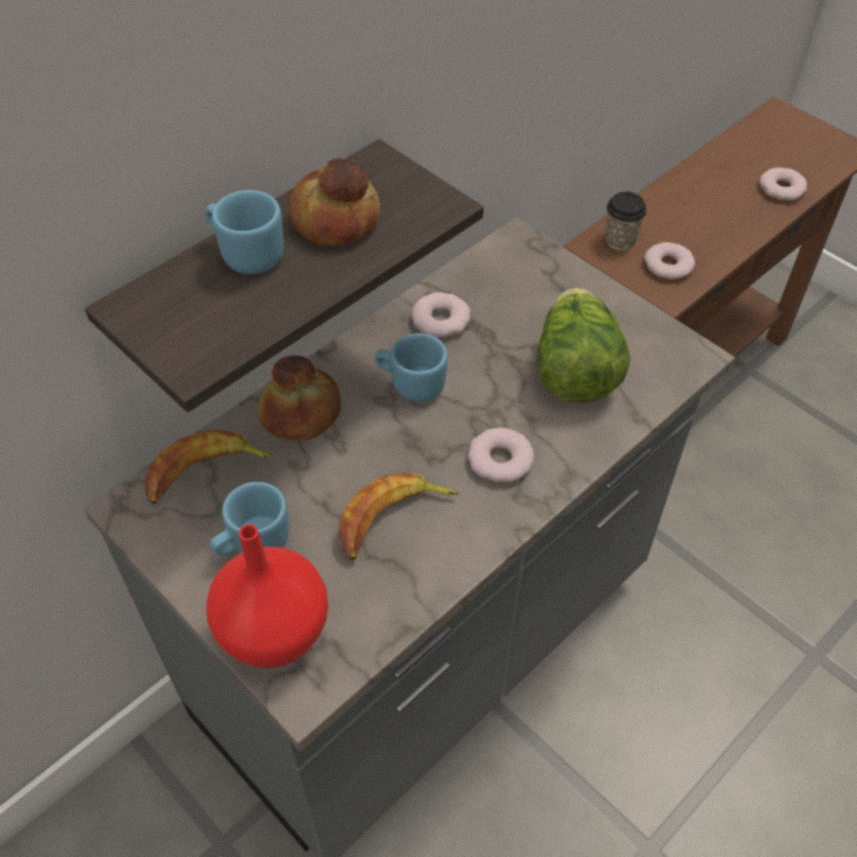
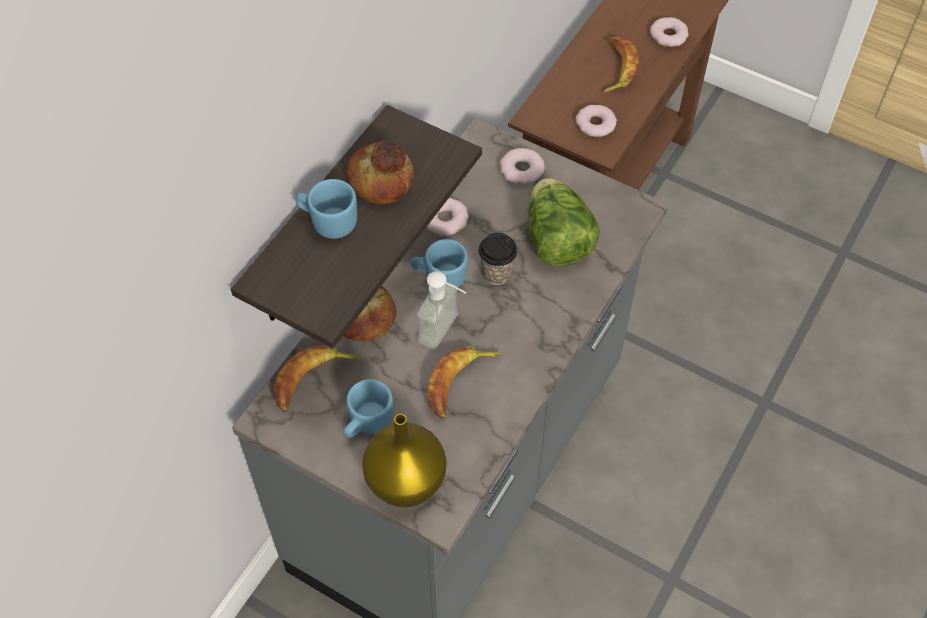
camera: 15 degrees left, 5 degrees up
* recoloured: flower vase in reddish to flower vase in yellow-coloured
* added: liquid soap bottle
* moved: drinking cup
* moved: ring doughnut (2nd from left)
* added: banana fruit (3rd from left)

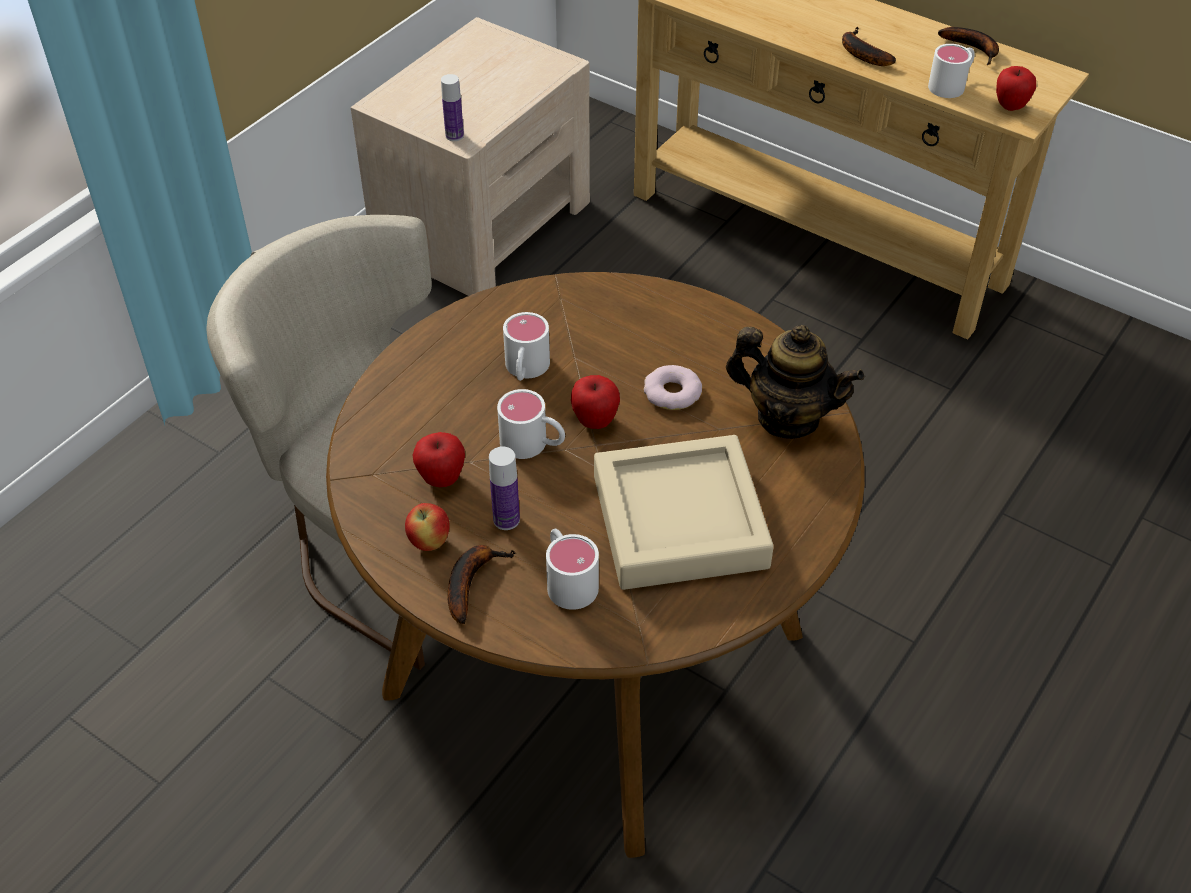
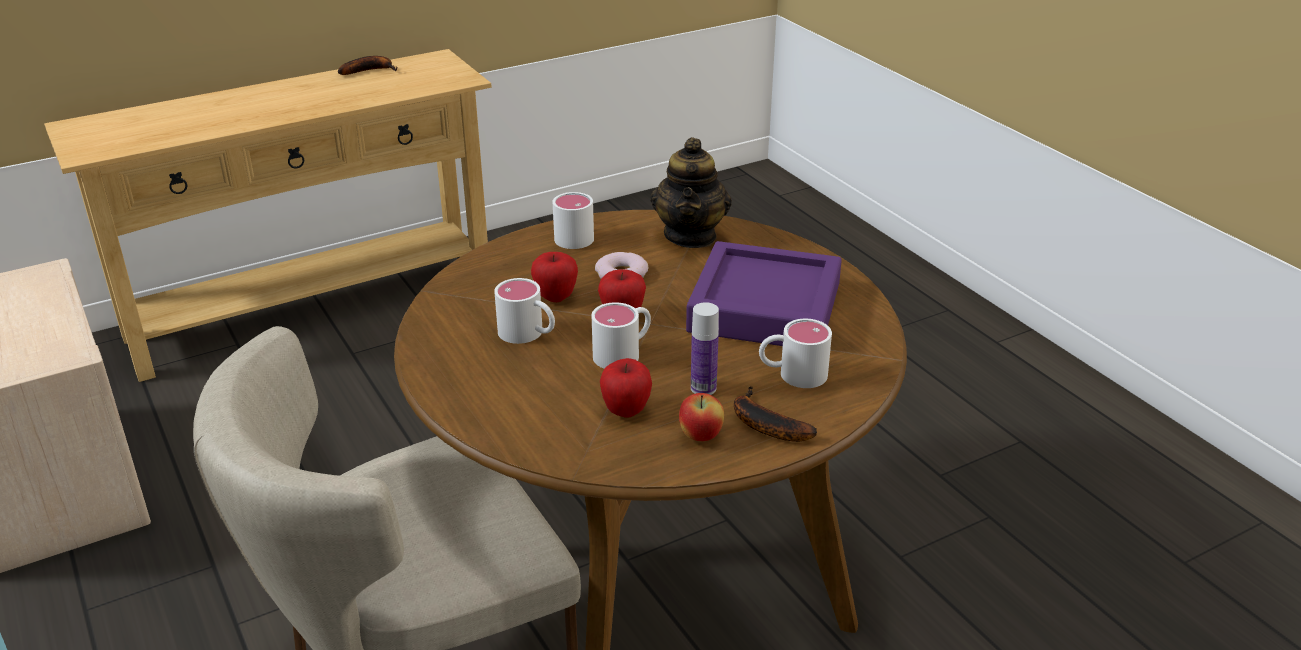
camera: 65 degrees left, 15 degrees down
* moved: whole apple (4th from left in the first image) to whole apple (1st from left)
* moved: mug in white (4th from left in the first image) to mug in white (2nd from left)
* turned: pot for tea 135 degrees clockwise
* recoloured: serving tray in sand-coloured to serving tray in purple
* removed: beverage bottle (1st from left)
* removed: banana fruit (2nd from left)

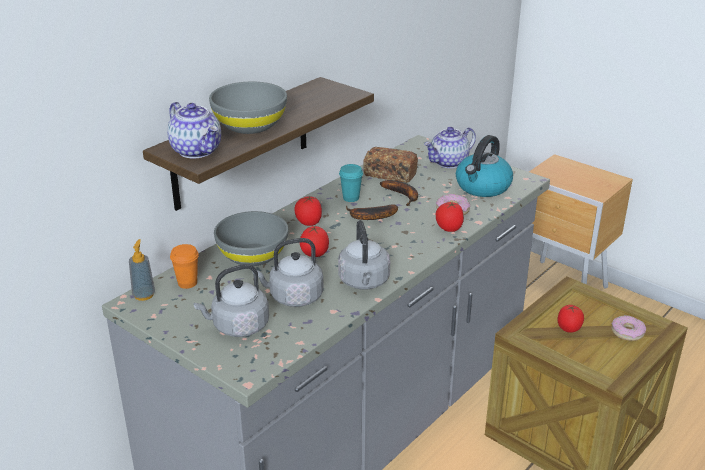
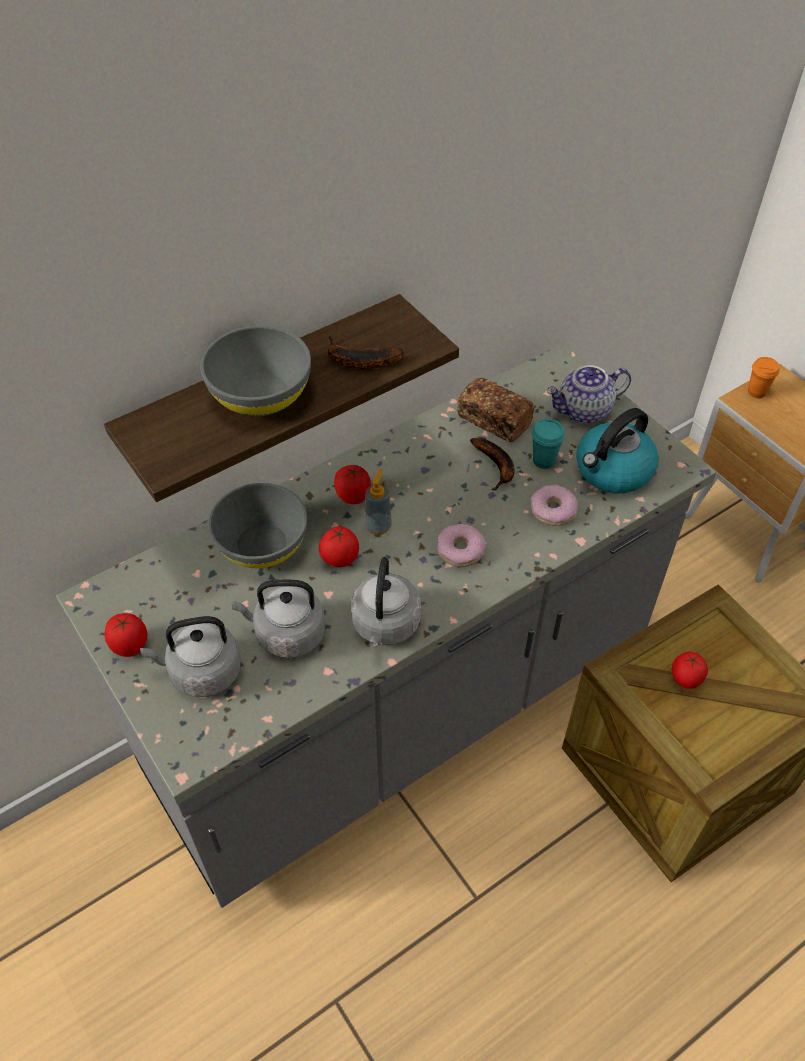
camera: 15 degrees right, 20 degrees up
* moved: fresh tomato (3rd from left in the first image) to fresh tomato (1st from left)
* moved: banana fruit (1st from left)
* moved: liquid soap bottle
* moved: ring doughnut (2nd from left in the first image) to ring doughnut (1st from left)
* moved: drinking cup in blue-green
* moved: drinking cup in orange-coloured
* removed: pot for tea (1st from left)

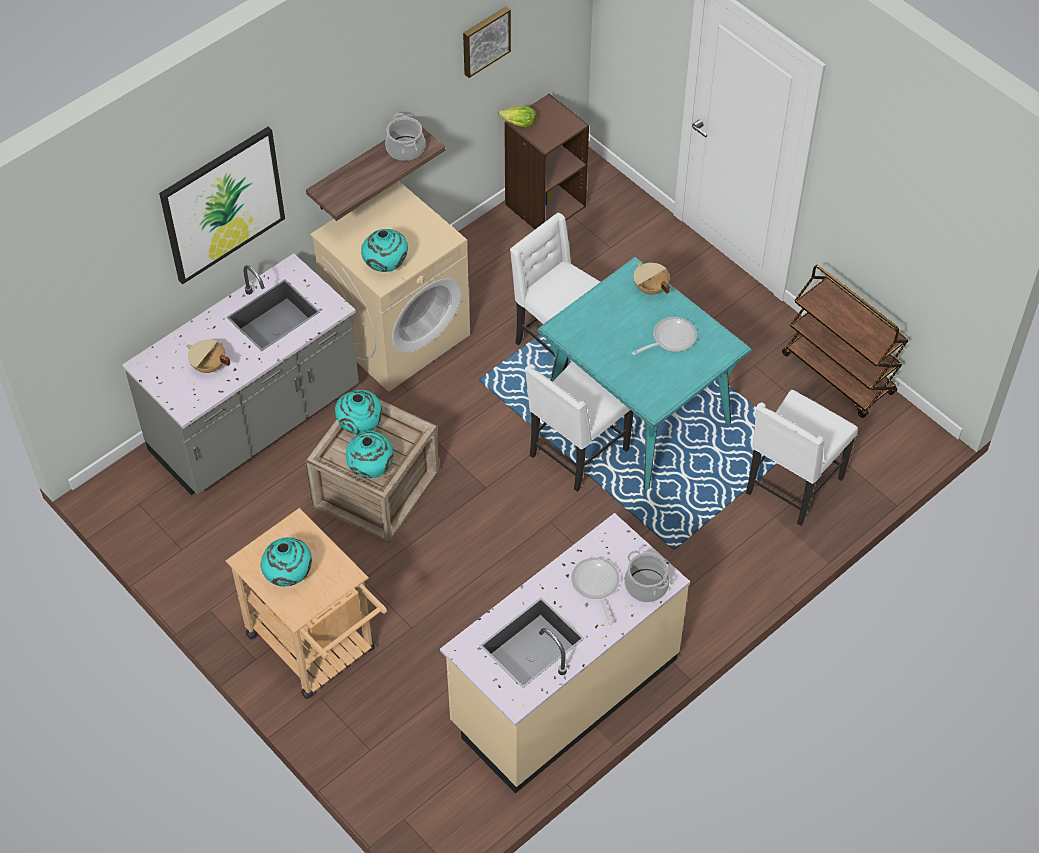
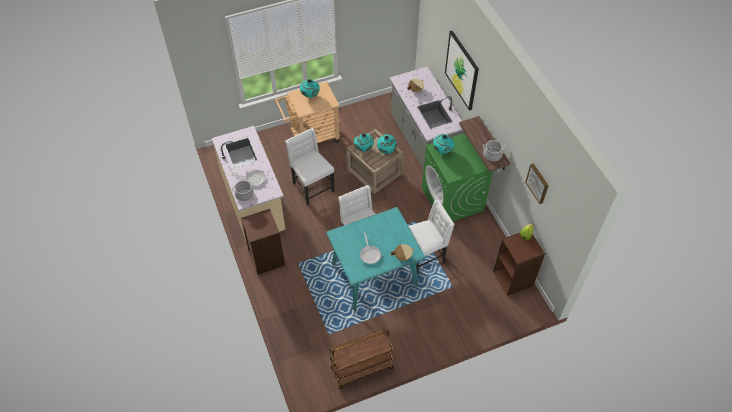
camera: 110 degrees right, 0 degrees up
* added: bookshelf in brown (1st from left)
* moved: chair in white (3rd from left in the first image) to chair in white (1st from left)
* recoloured: washing machine in sand-coloured to washing machine in greenish

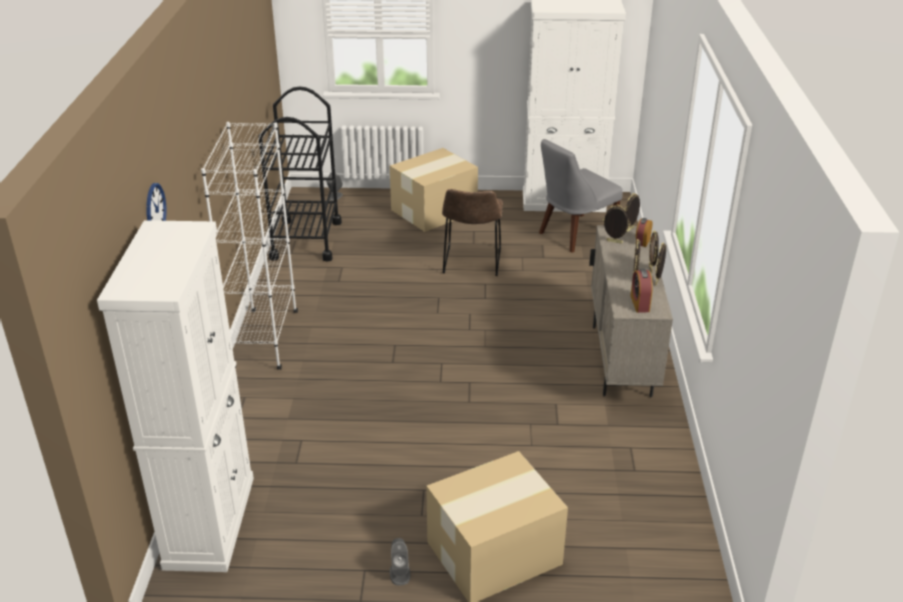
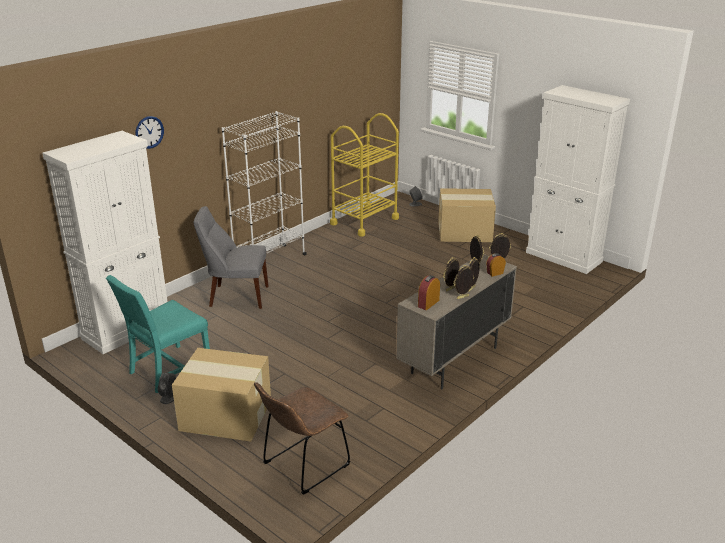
camera: 40 degrees right, 5 degrees down
* added: chair in blue-green
* moved: chair in grey
* moved: chair in brown
* recoloured: trolley in black-coloured to trolley in yellow-coloured

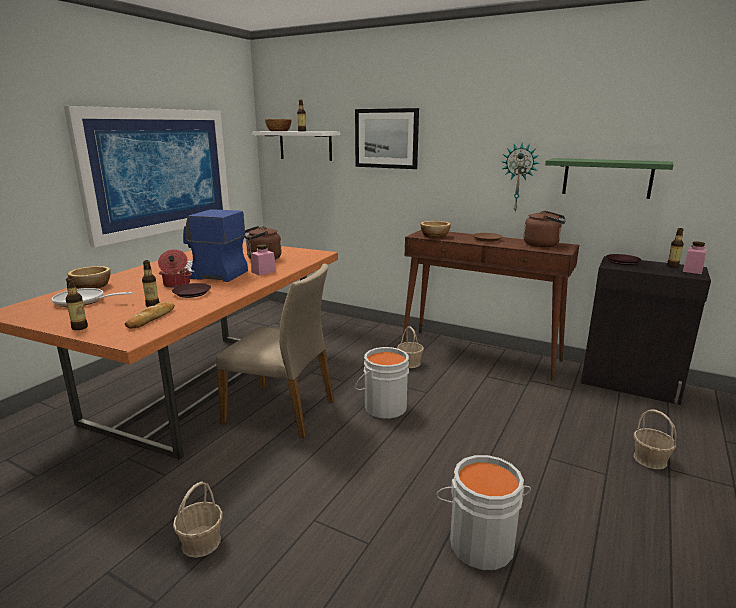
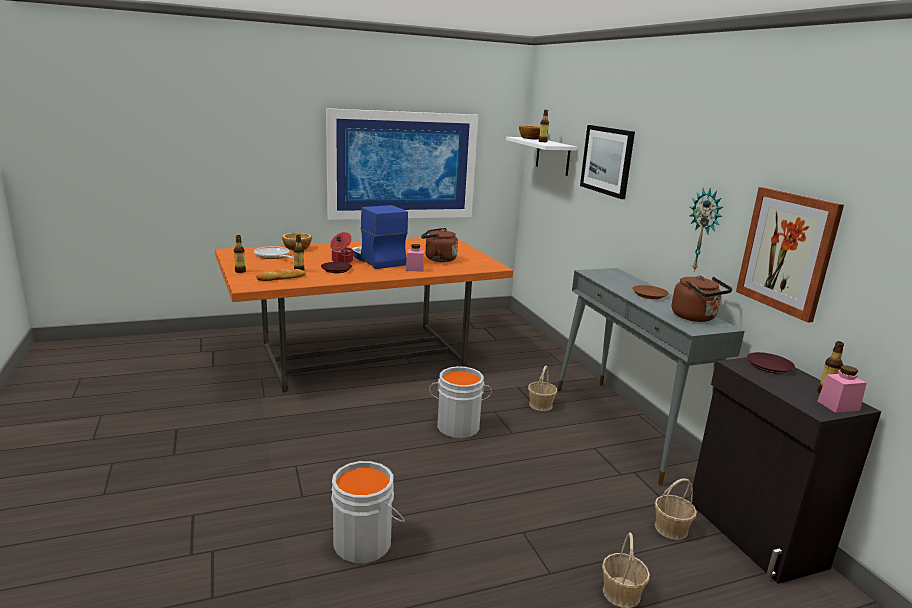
camera: 40 degrees right, 0 degrees up
* recoloured: narrow table in brown to narrow table in grey
* moved: storage basket (1st from left in the first image) to storage basket (3rd from left)
* replaced: shelf in greenish to picture (3rd from left)
* removed: chair in sand-coloured
* removed: bowl (3rd from left)

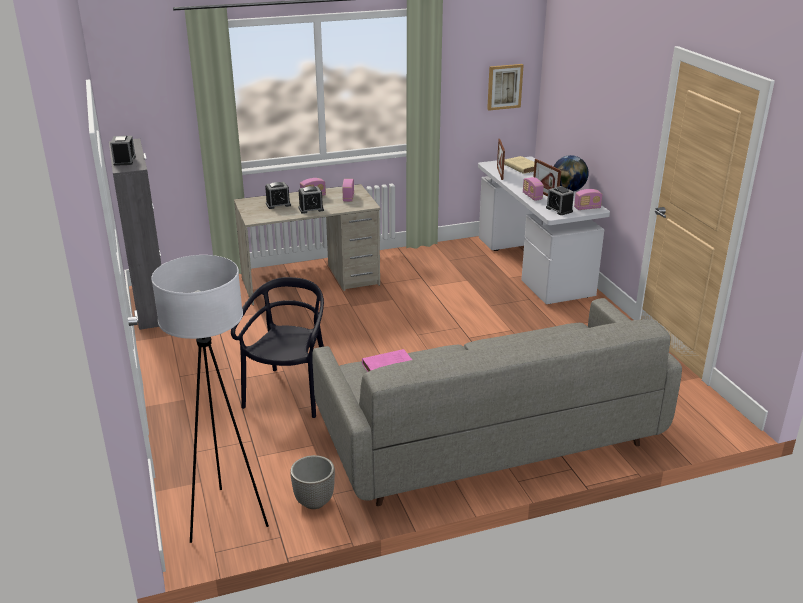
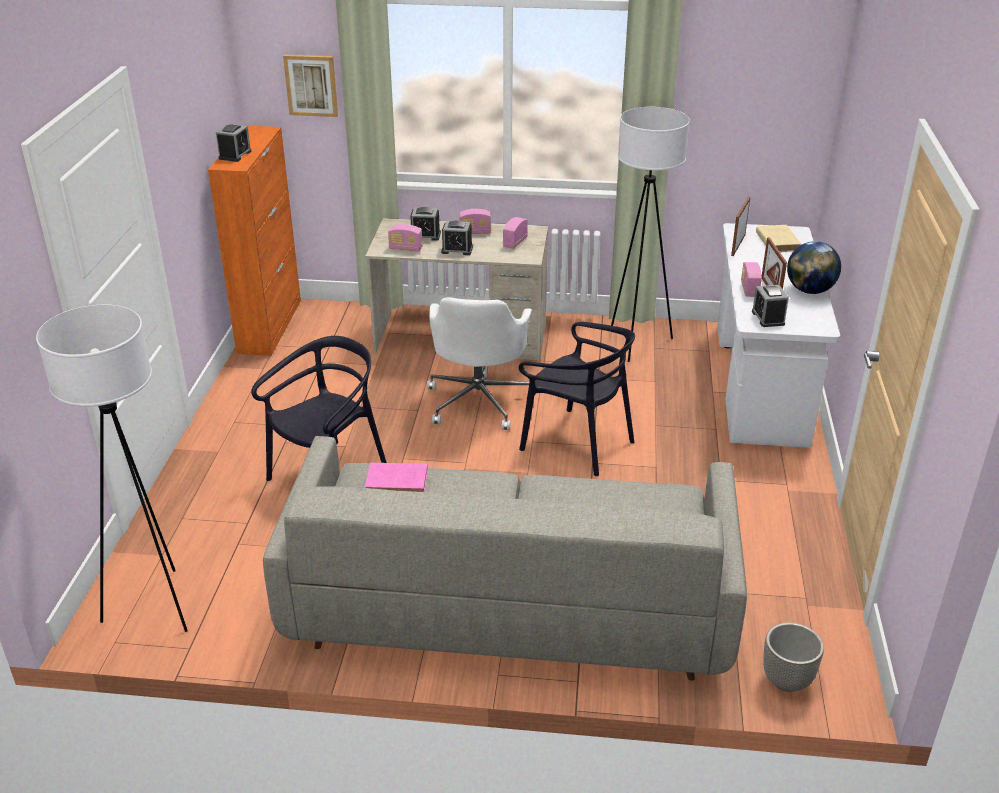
camera: 25 degrees right, 5 degrees up
* recoloured: cupboard in grey to cupboard in orange-coloured
* moved: picture
* moved: radio (4th from left in the first image) to radio (1st from left)
* added: computer chair in white
* added: chair in black-coloured (2nd from left)
* added: standard lamp in white (2nd from left)
* moved: flower pot

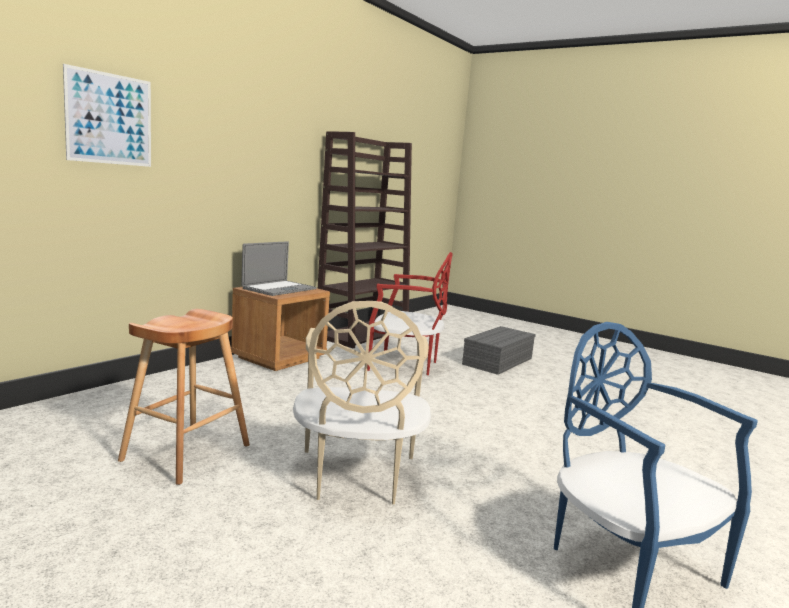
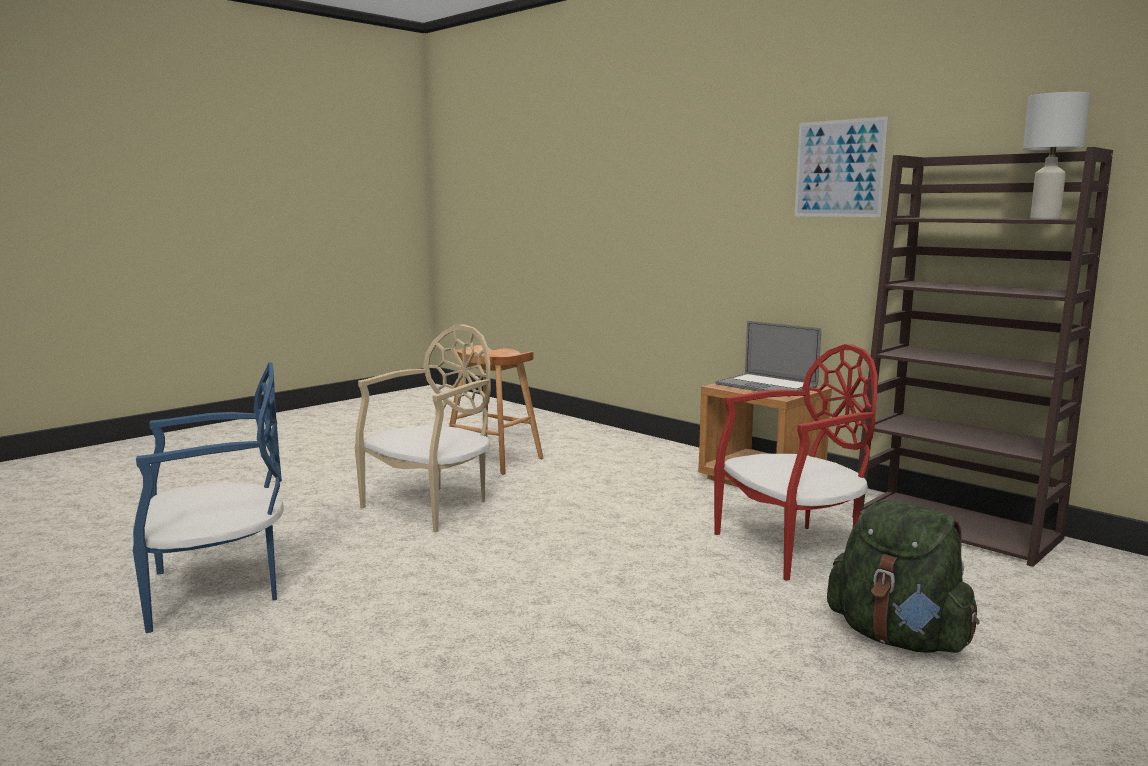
camera: 100 degrees right, 0 degrees up
* turned: chair in sand-coloured 120 degrees clockwise
* turned: chair in reddish 135 degrees counterclockwise
* moved: picture
* replaced: storage box in grey to rucksack in greenish
* added: tabletop lamp in white

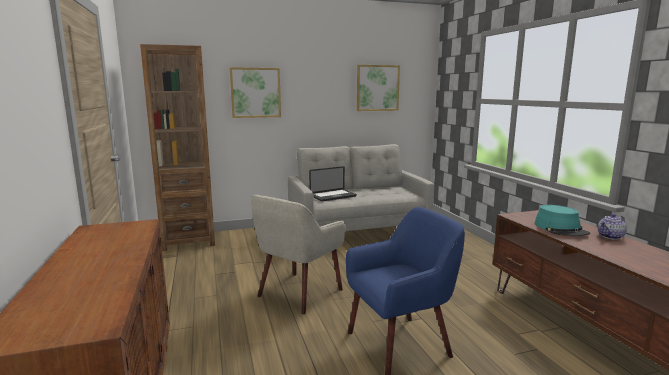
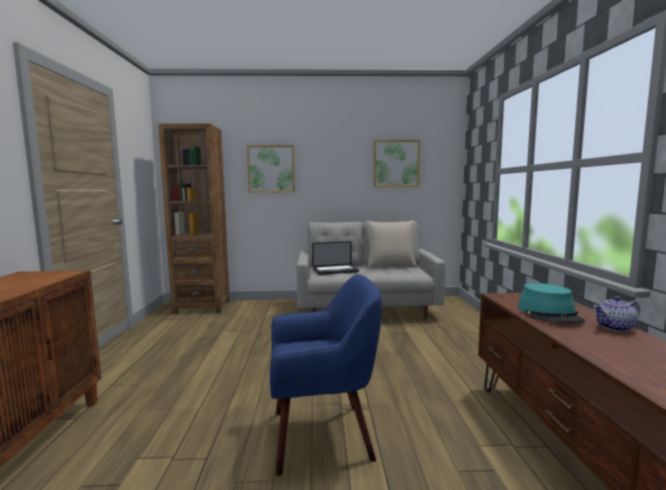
camera: 15 degrees right, 5 degrees down
* added: pillow in sand-coloured
* removed: easy chair in sand-coloured

